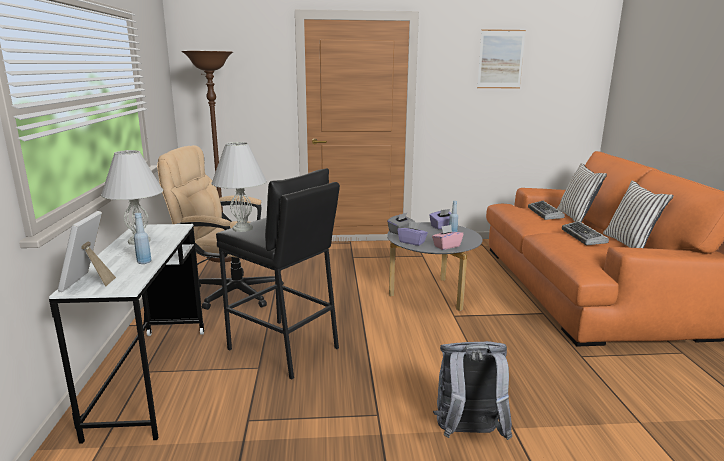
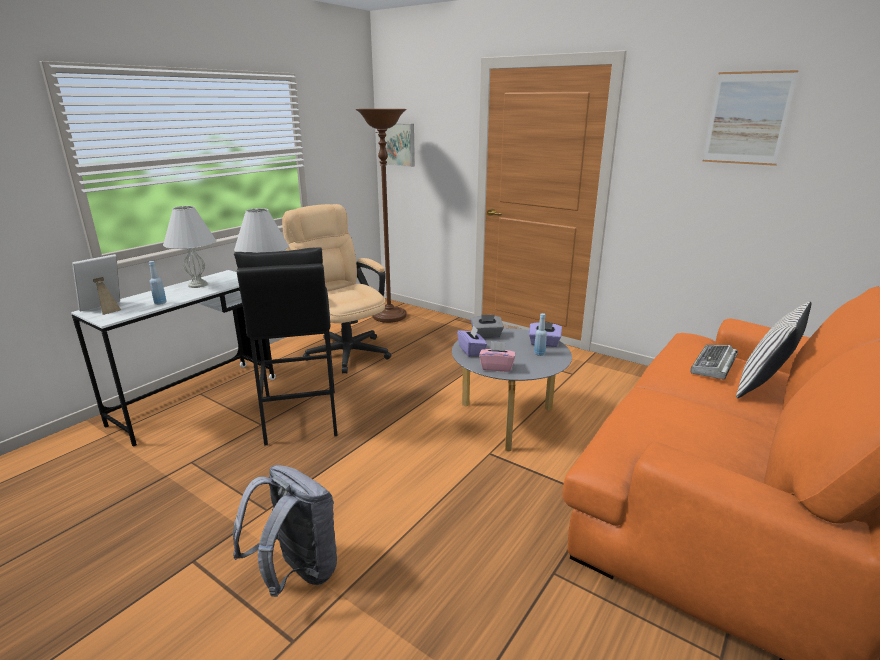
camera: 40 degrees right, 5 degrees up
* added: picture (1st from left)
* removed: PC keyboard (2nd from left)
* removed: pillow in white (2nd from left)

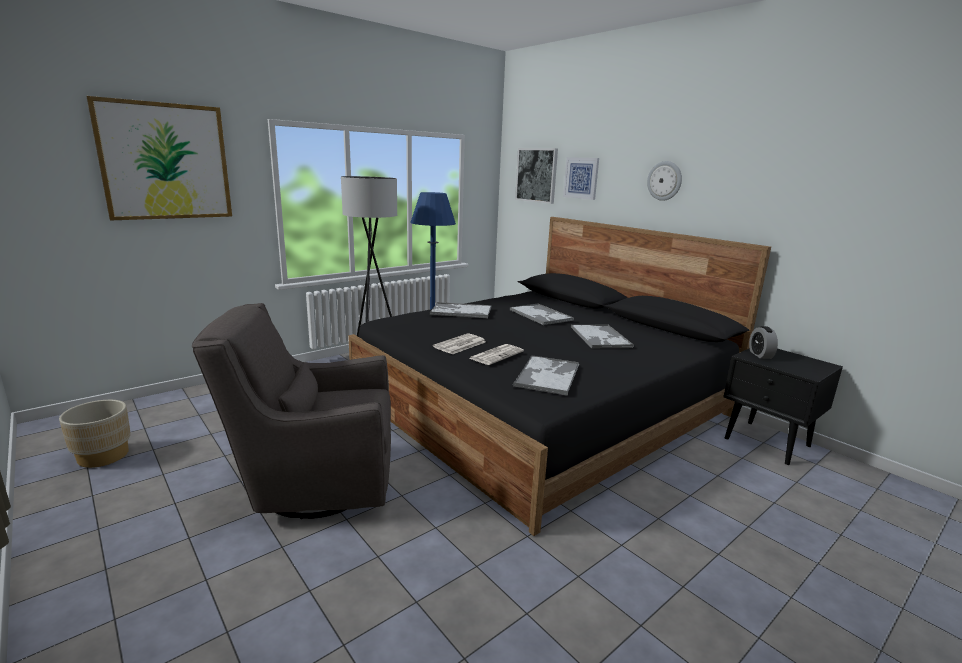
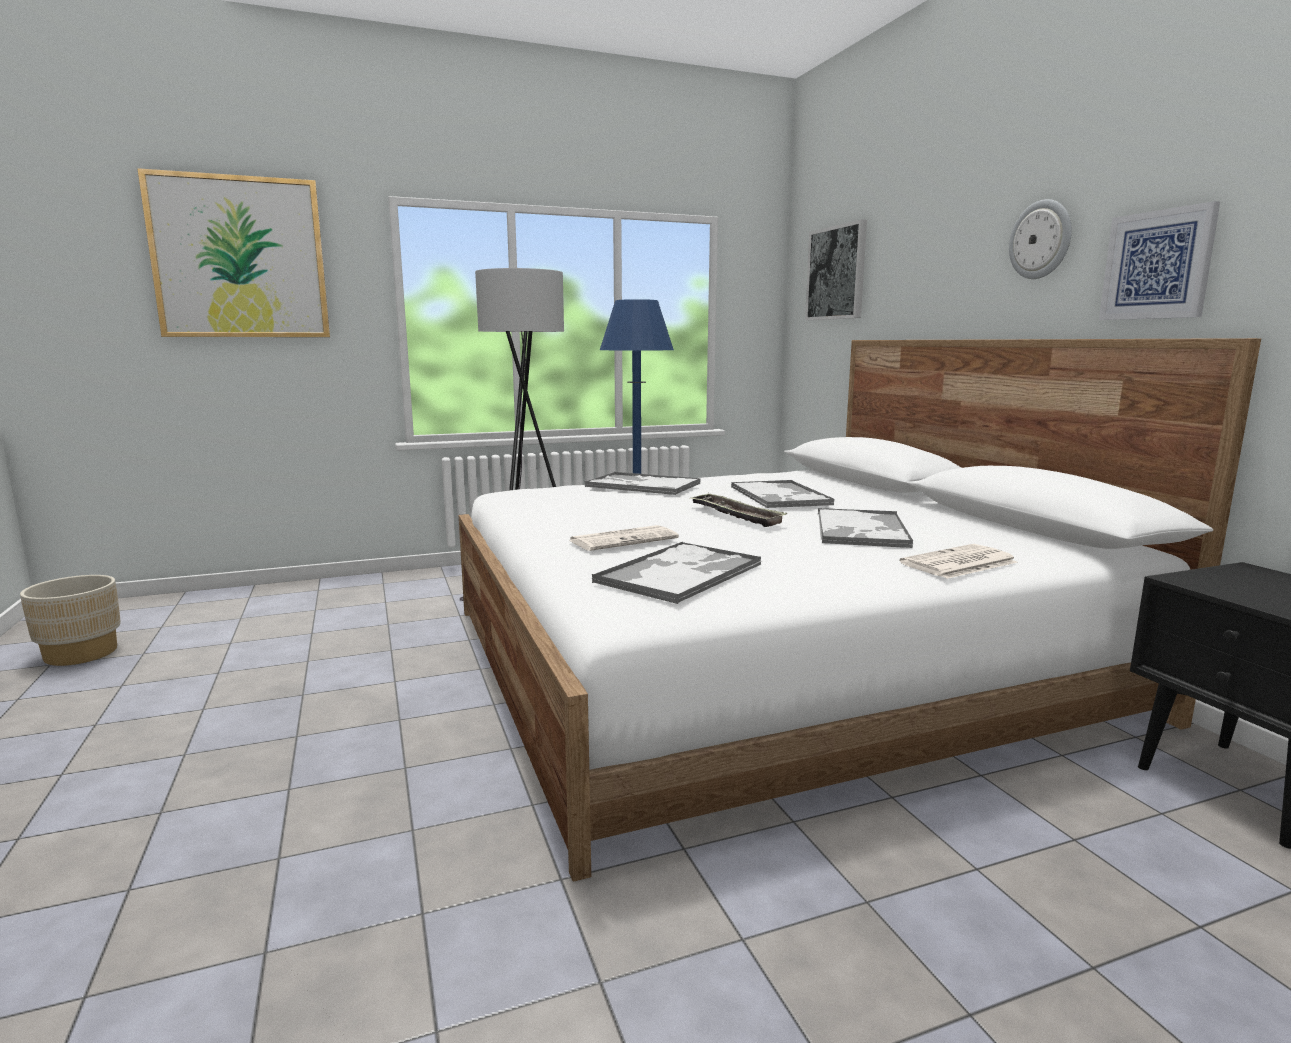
camera: 20 degrees right, 5 degrees down
* recoloured: sleeping bed in black-coloured to sleeping bed in white
* added: serving tray (3rd from left)
* moved: newspaper (1st from left in the first image) to newspaper (2nd from left)
* moved: picture (3rd from left)
* removed: easy chair in grey
* removed: alarm clock

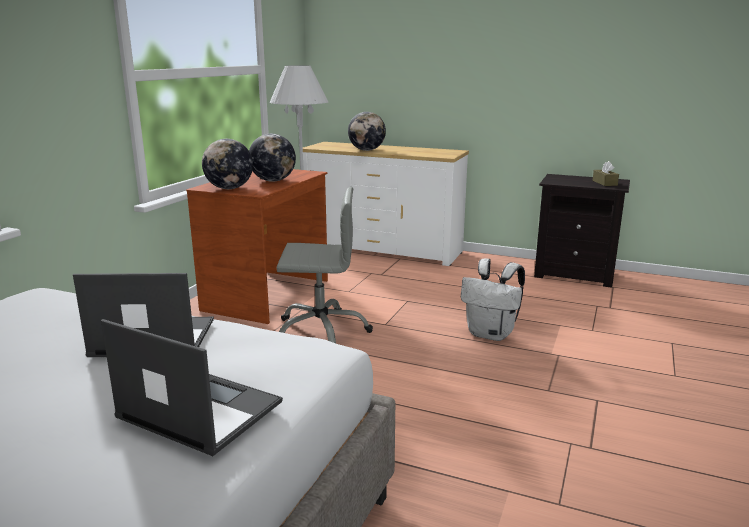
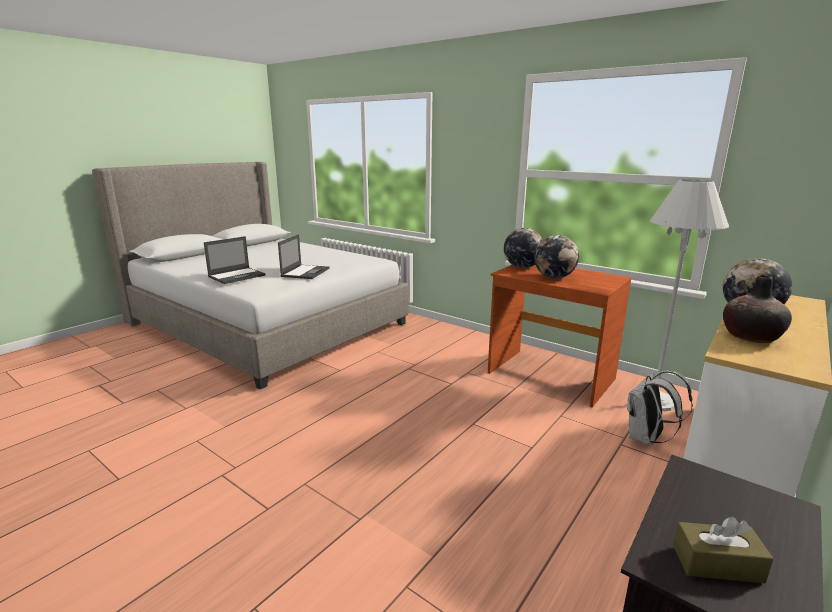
camera: 105 degrees right, 0 degrees up
* moved: rucksack in white
* added: flower vase
* removed: computer chair in grey

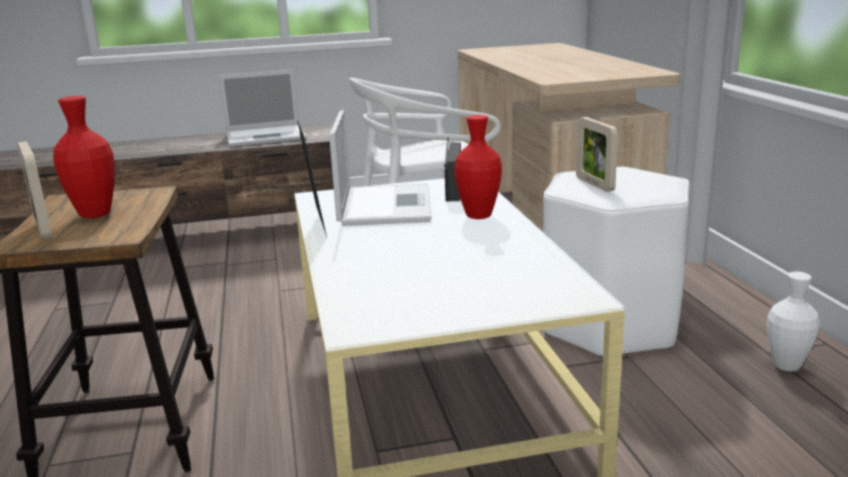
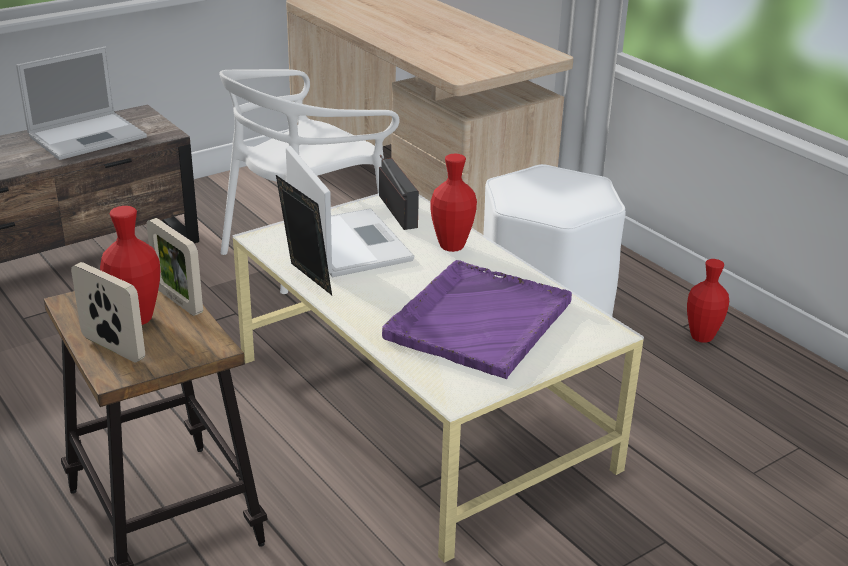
camera: 25 degrees left, 10 degrees up
* moved: standing frame (3rd from left in the first image) to standing frame (2nd from left)
* added: serving tray in purple
* recoloured: flower vase in white to flower vase in reddish (3rd from left)

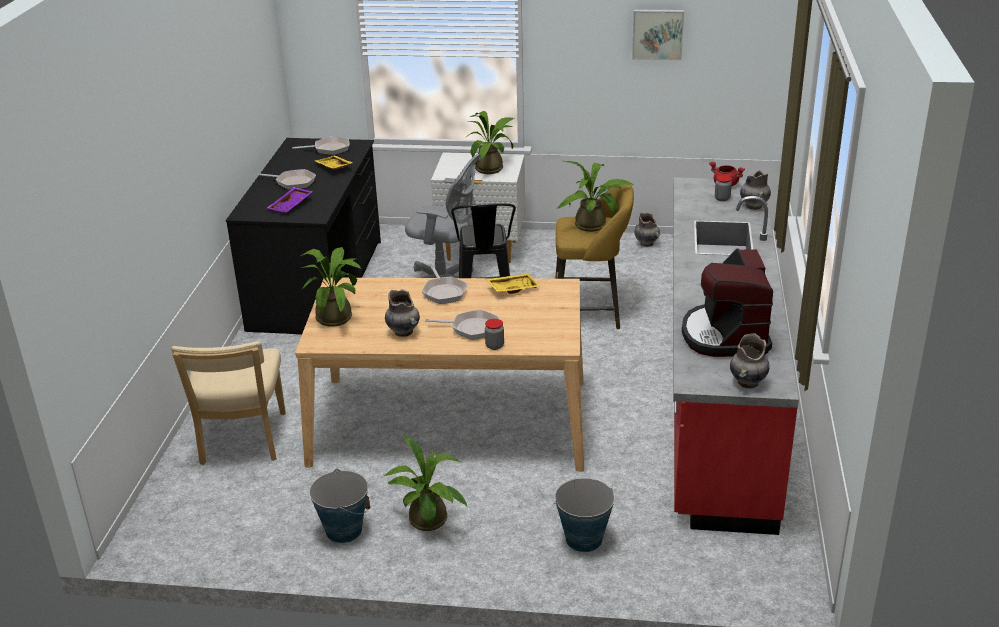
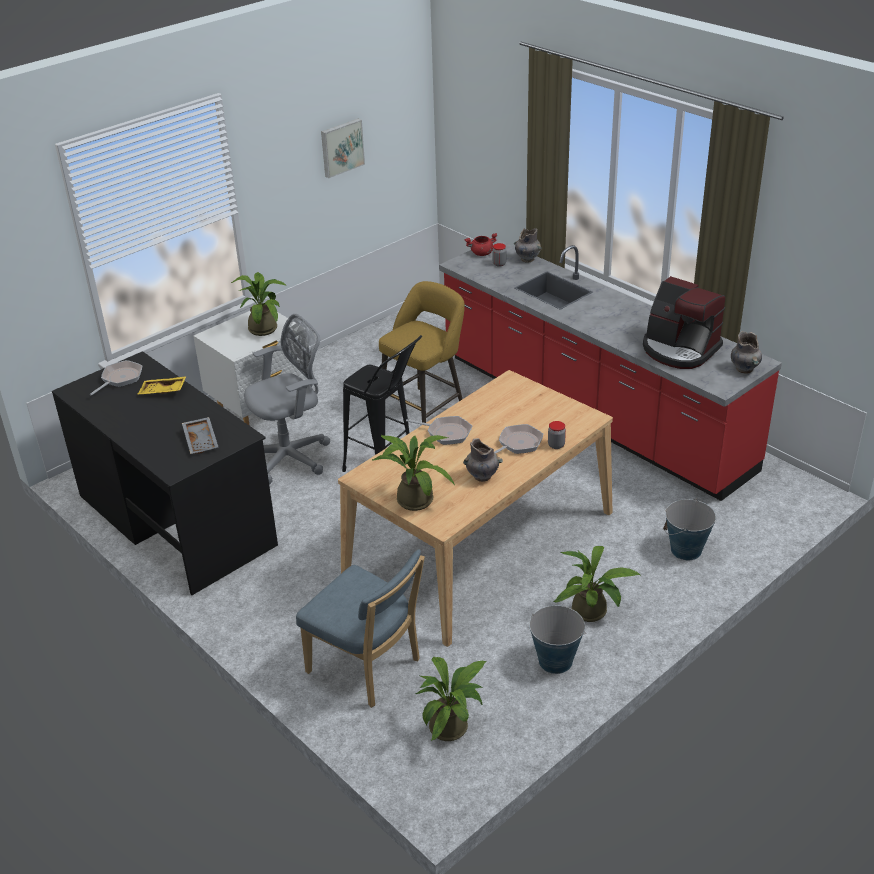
camera: 50 degrees left, 5 degrees up
* recoloured: serving tray in purple to serving tray in grey
* recoloured: chair in sand-coloured to chair in blue
* moved: potted plant (4th from left in the first image) to potted plant (3rd from left)
* removed: pan (1st from left)
* removed: serving tray in yellow-coloured (2nd from left)
* removed: flower vase in grey (2nd from left)

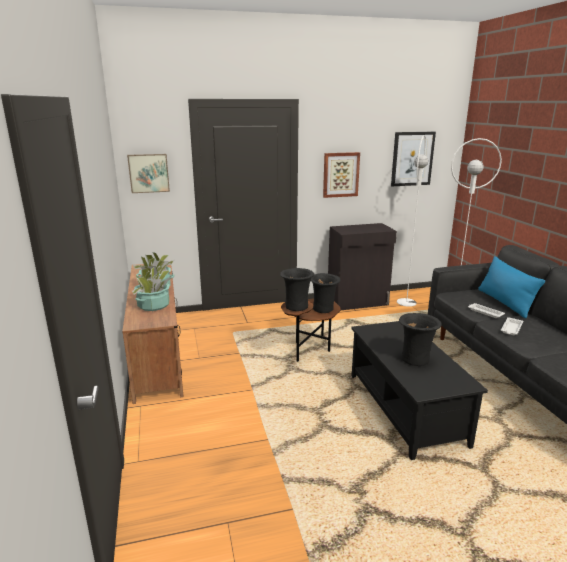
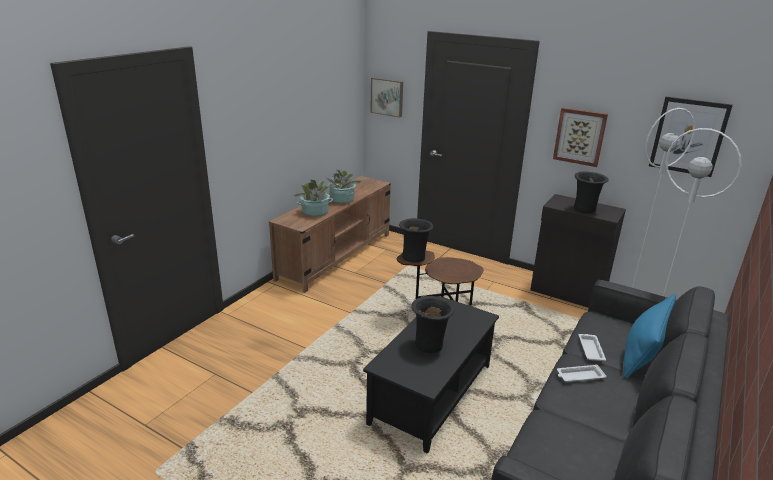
camera: 45 degrees right, 5 degrees up
* moved: flower vase in black-coloured (2nd from left in the first image) to flower vase in black-coloured (3rd from left)

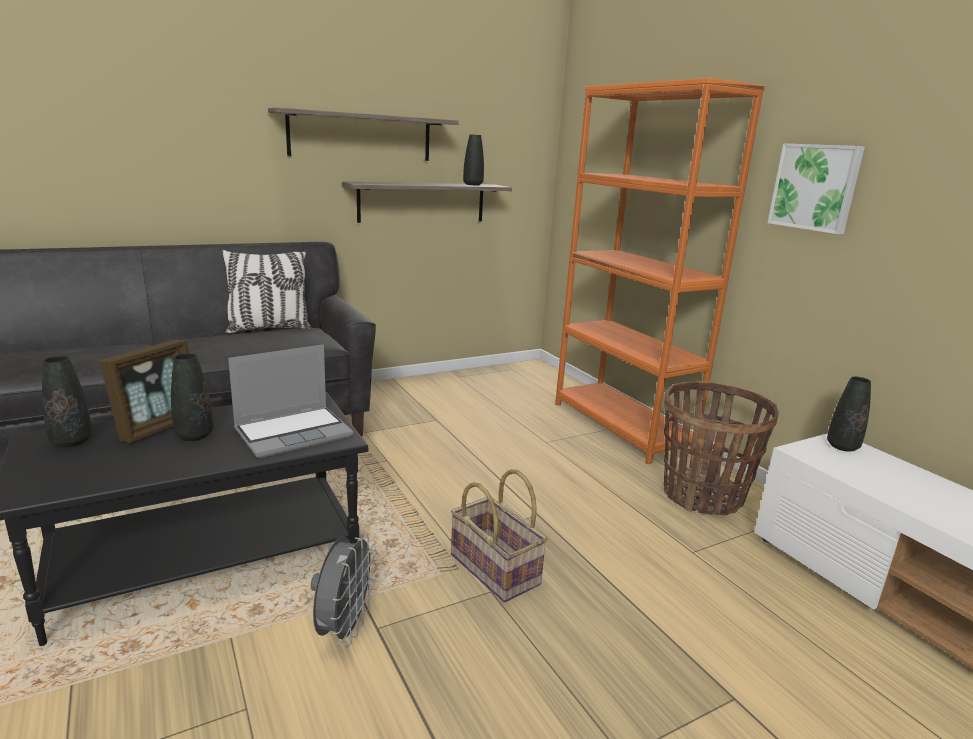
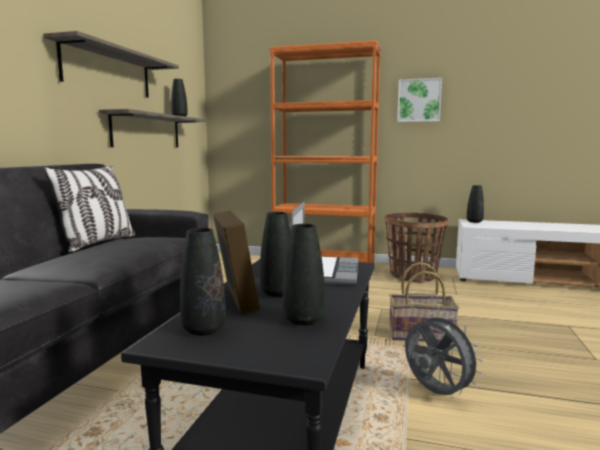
camera: 45 degrees left, 10 degrees down
* added: flower vase in black-coloured (4th from left)

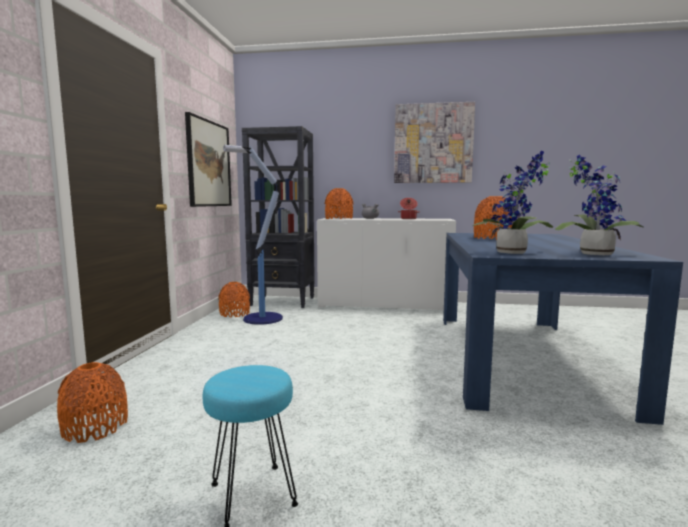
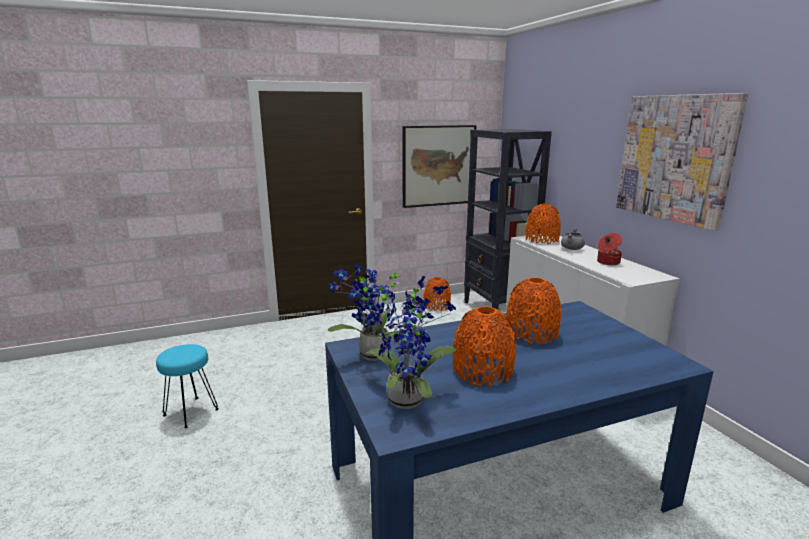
camera: 60 degrees right, 10 degrees up
* moved: flower vase in orange-coloured (1st from left in the first image) to flower vase in orange-coloured (2nd from left)
* removed: standard lamp

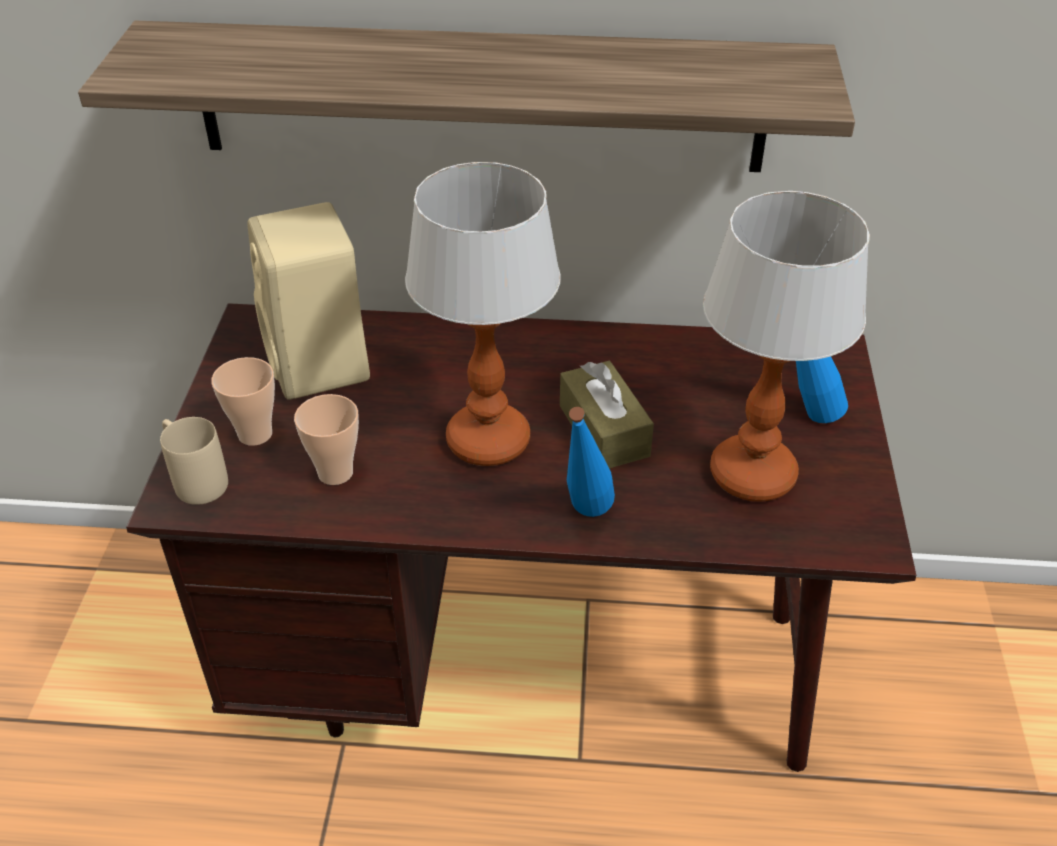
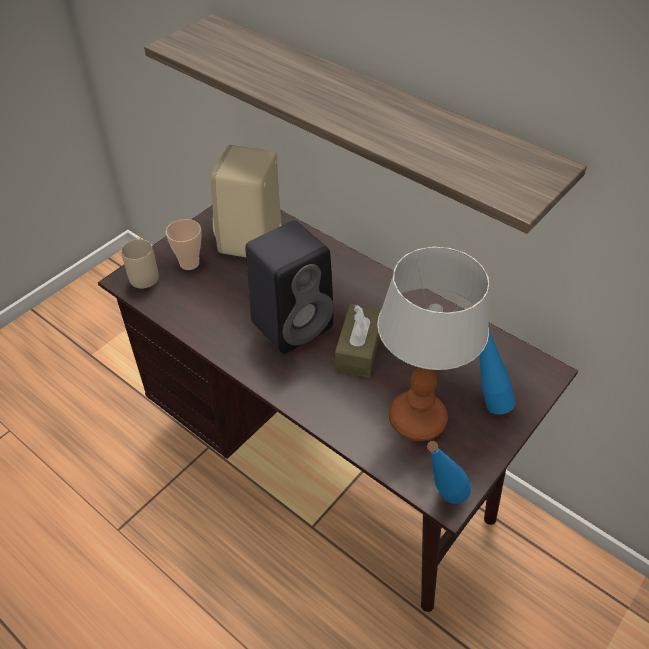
camera: 35 degrees right, 5 degrees up
* replaced: tabletop lamp (1st from left) to speaker in black-coloured
* moved: beverage bottle in blue (1st from left)
* removed: drinking cup (2nd from left)

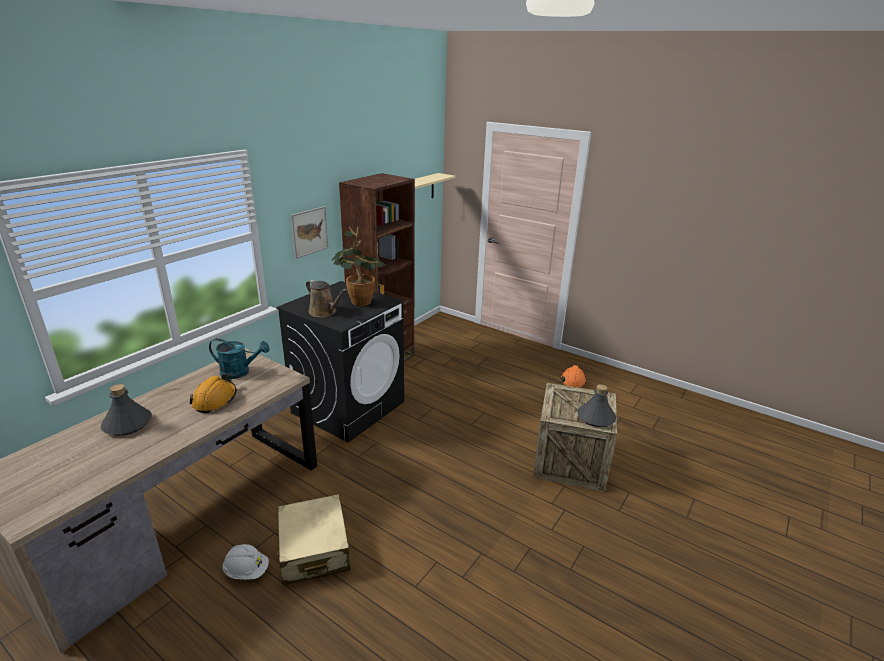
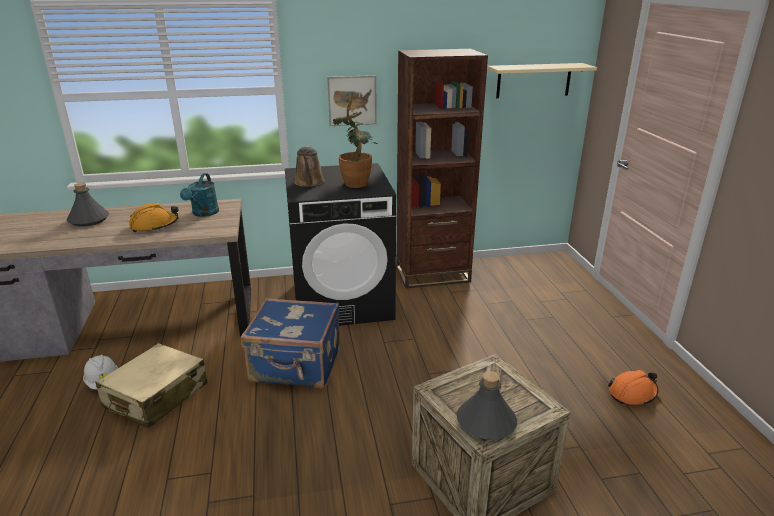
camera: 45 degrees right, 0 degrees up
* turned: sprinkling can in blue-green 45 degrees clockwise
* added: travel case in blue

